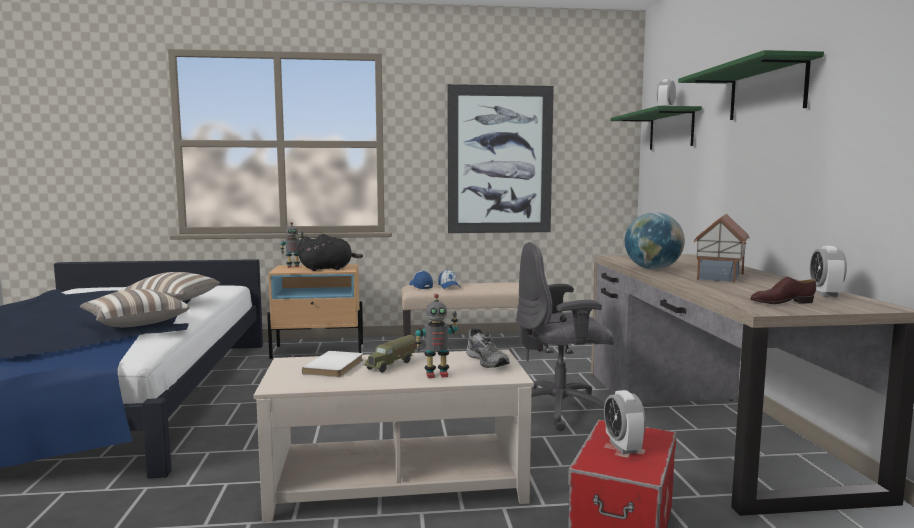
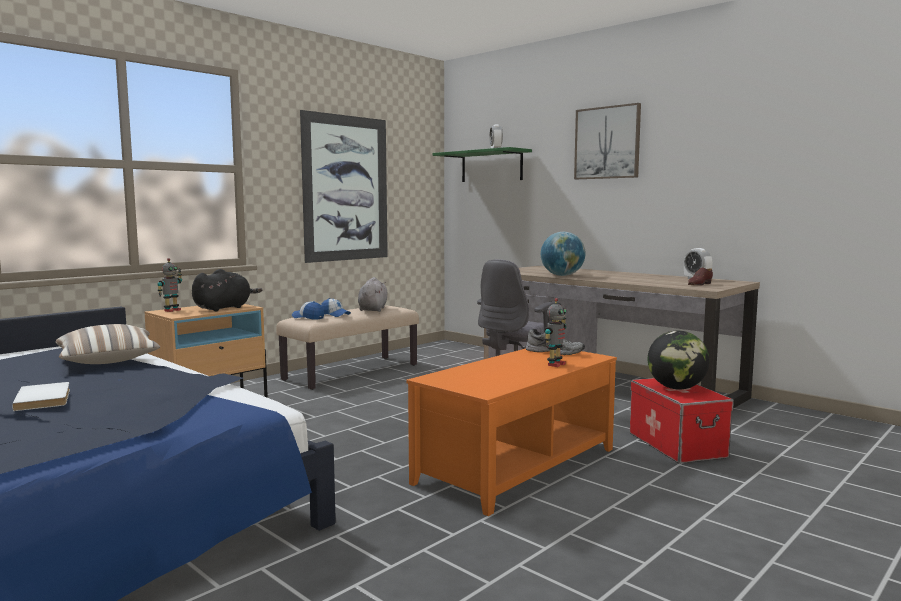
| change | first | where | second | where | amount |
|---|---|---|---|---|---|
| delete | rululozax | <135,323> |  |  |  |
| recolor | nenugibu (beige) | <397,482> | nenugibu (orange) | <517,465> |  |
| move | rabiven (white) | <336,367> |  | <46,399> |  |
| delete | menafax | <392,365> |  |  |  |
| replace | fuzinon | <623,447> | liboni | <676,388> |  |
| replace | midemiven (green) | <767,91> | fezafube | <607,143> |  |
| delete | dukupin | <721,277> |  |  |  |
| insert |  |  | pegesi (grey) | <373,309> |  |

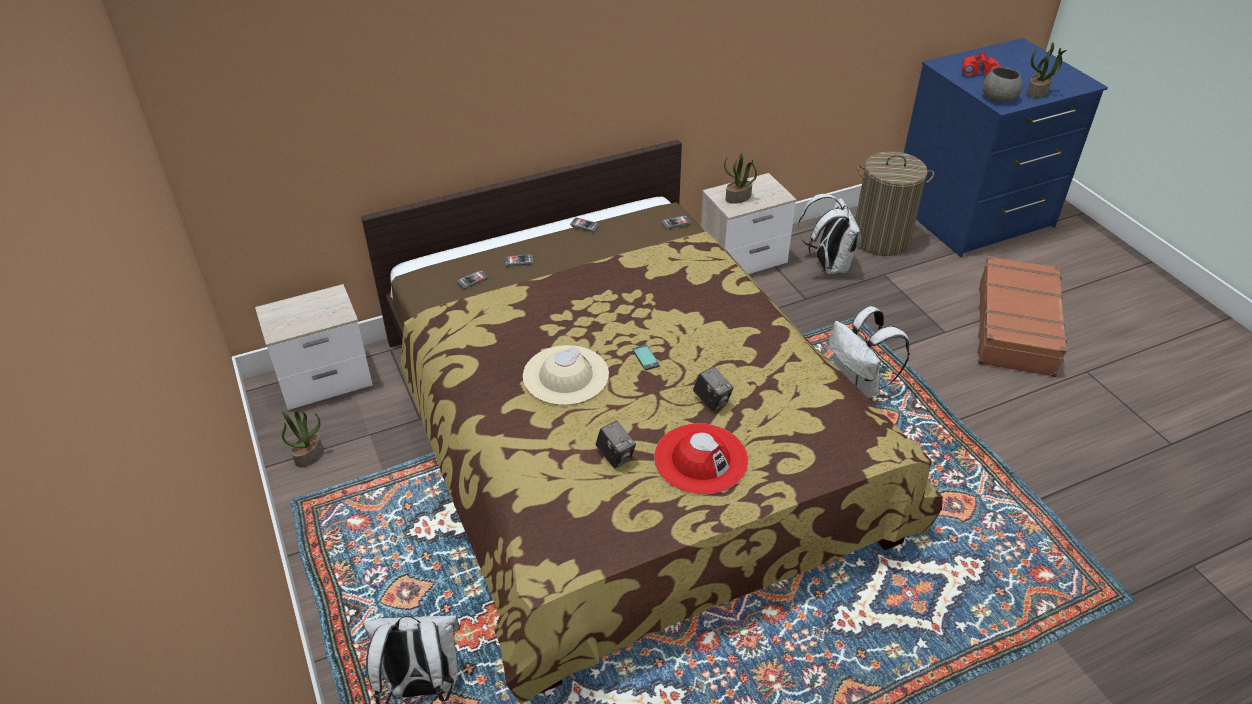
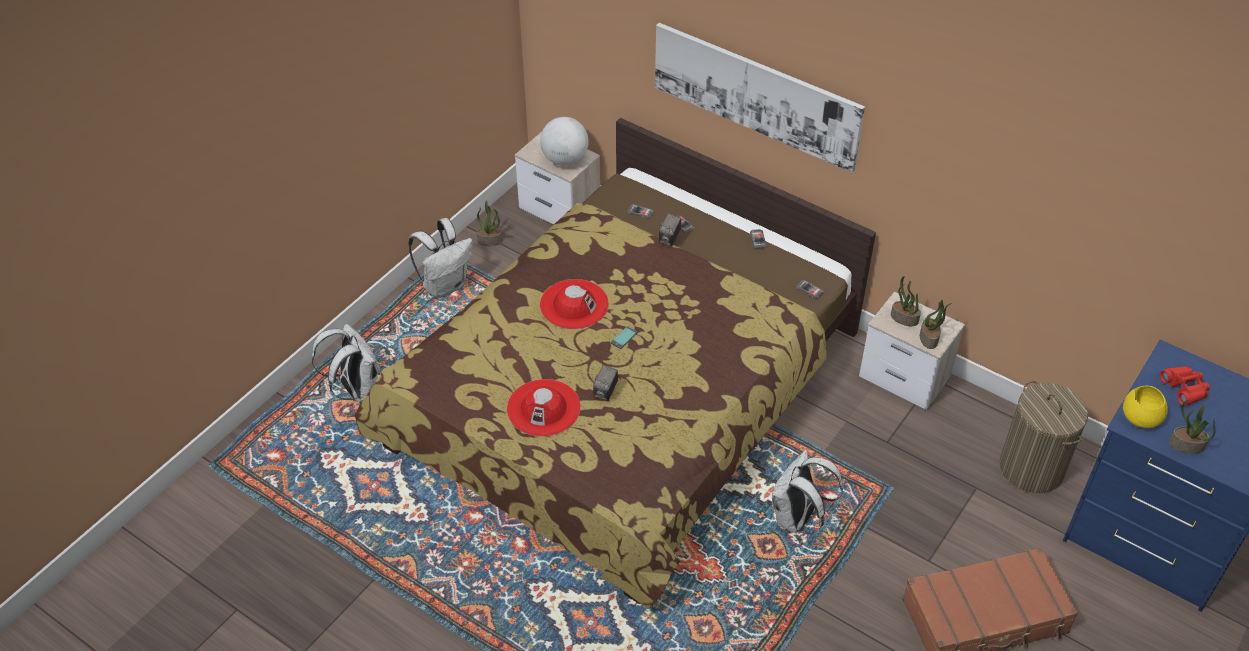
| change | first | where | second | where | amount |
|---|---|---|---|---|---|
| recolor | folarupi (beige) | <565,375> | folarupi (red) | <574,304> |  |
| move | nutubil | <615,456> |  | <669,239> |  |
| move | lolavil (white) | <828,265> |  | <445,285> |  |
| recolor | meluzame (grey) | <998,97> | meluzame (yellow) | <1140,416> |  |
| insert |  |  | liboni | <564,159> |  |
| insert |  |  | fezafube | <755,95> |  |
| insert |  |  | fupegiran | <929,338> |  |

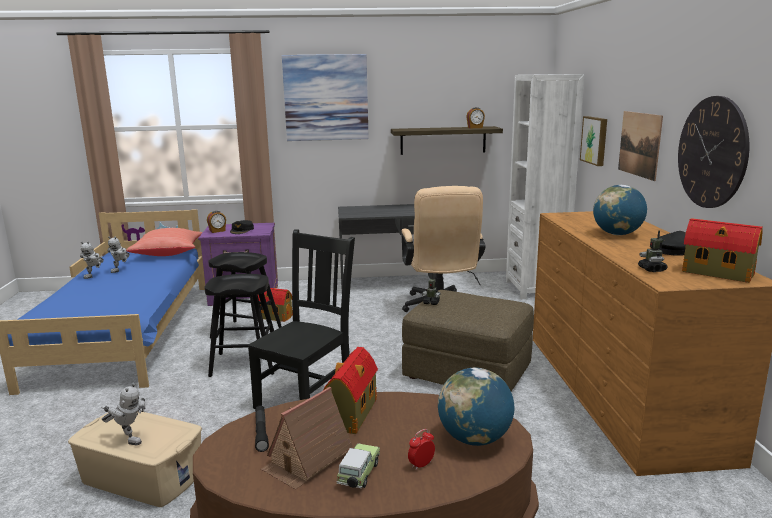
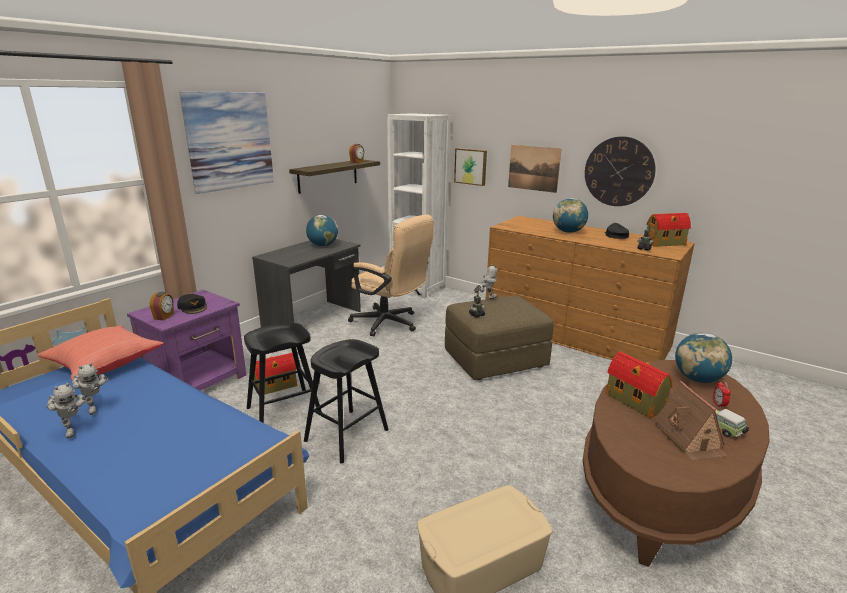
| change | first | where | second | where | amount |
|---|---|---|---|---|---|
| move | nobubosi | <128,439> |  | <486,298> |  |
| delete | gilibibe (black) | <307,397> |  |  |  |
| delete | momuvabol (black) | <261,432> |  |  |  |
| insert |  |  | liboni | <323,245> |  |

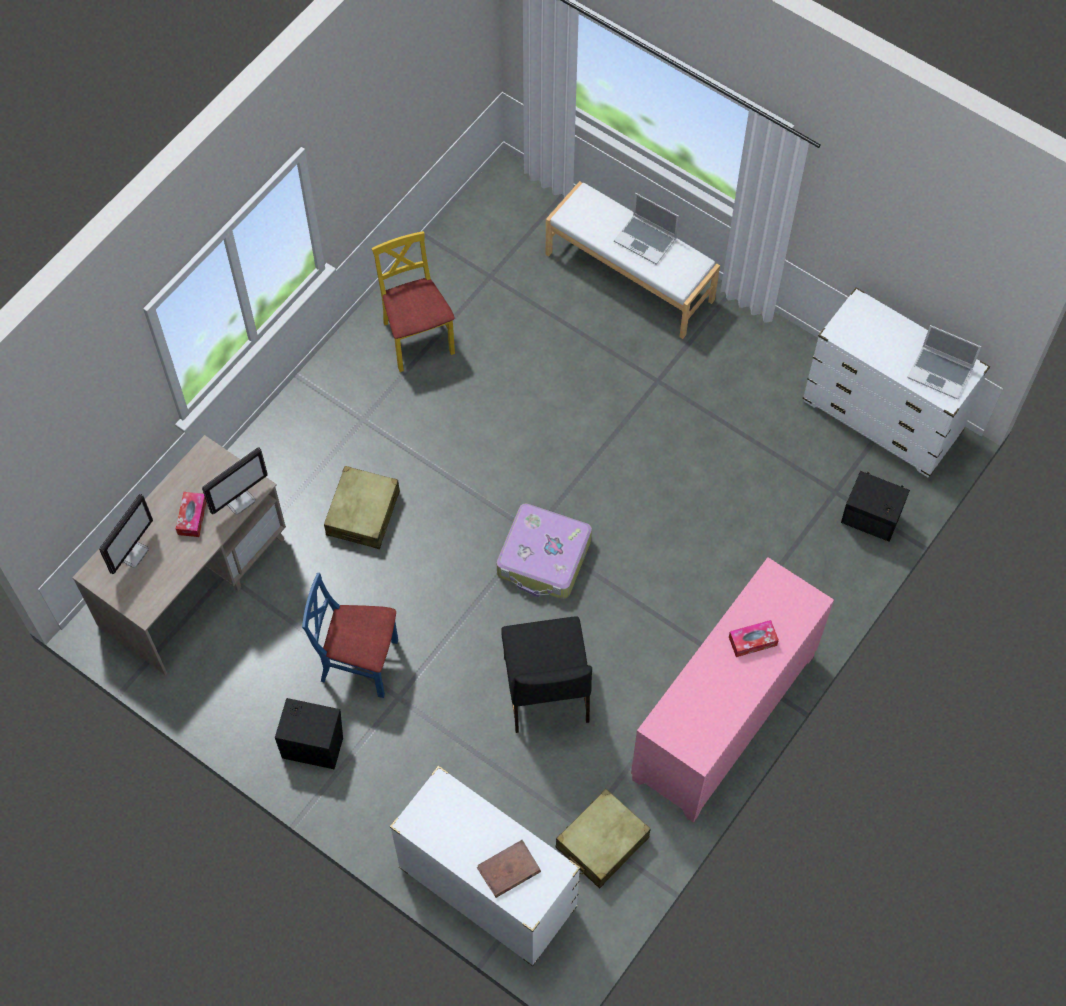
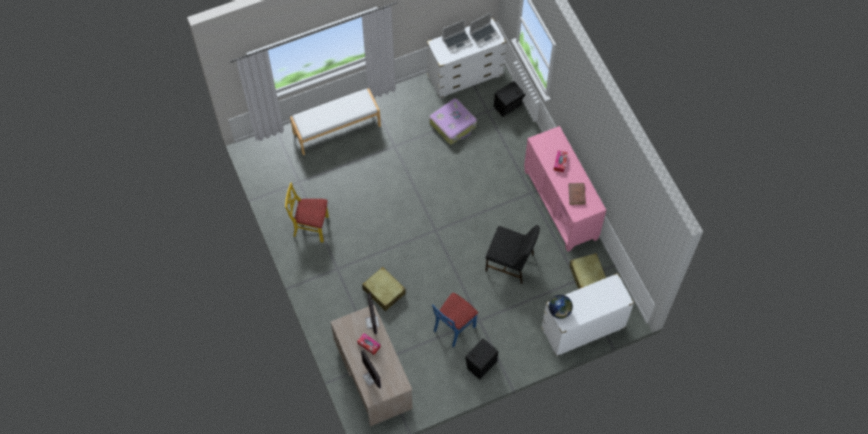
| change | first | where | second | where | amount |
|---|---|---|---|---|---|
| move | rabiven (brown) | <508,870> |  | <576,194> |  |
| move | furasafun | <544,558> |  | <453,125> |  |
| move | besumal | <646,240> |  | <457,41> |  |
| insert |  |  | liboni | <559,311> |  |

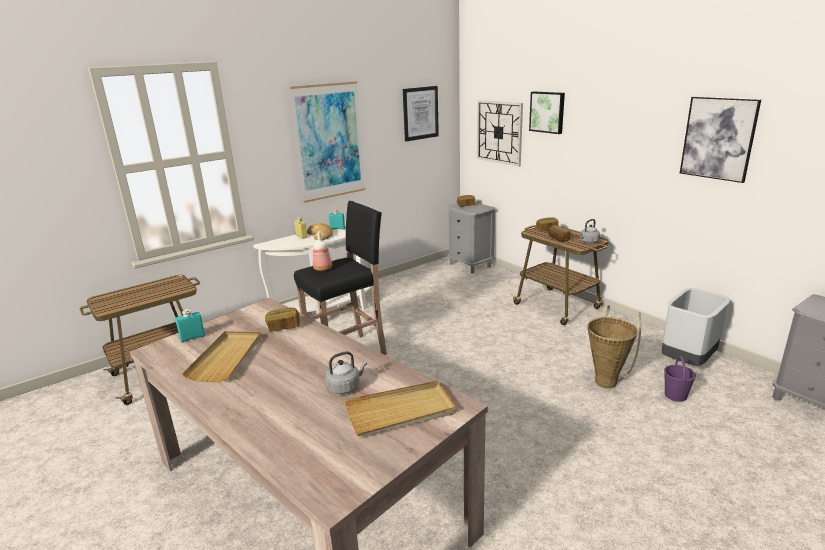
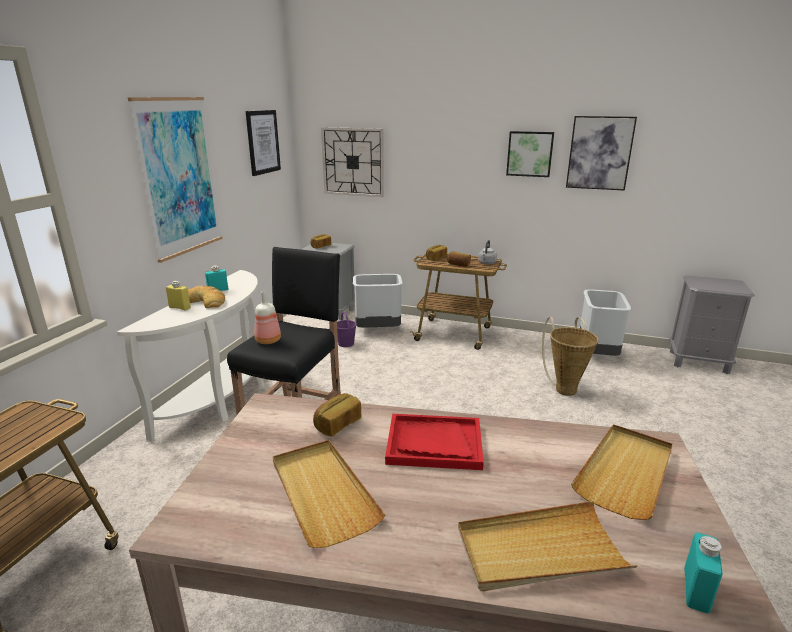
| change | first | where | second | where | amount |
|---|---|---|---|---|---|
| move | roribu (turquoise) | <192,338> |  | <696,590> |  |
| delete | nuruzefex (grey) | <345,387> |  |  |  |
| move | fezafube | <547,112> |  | <530,154> |  |
| move | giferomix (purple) | <675,396> |  | <346,344> |  |
| insert |  |  | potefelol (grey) | <378,330> |  |
| insert |  |  | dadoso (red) | <434,444> |  |
| insert |  |  | dadoso (beige) | <540,550> |  |

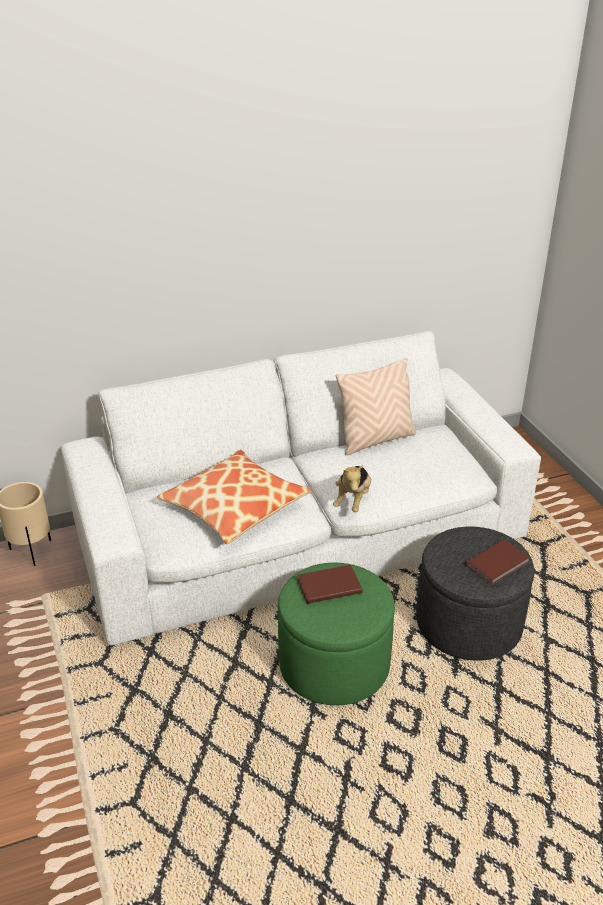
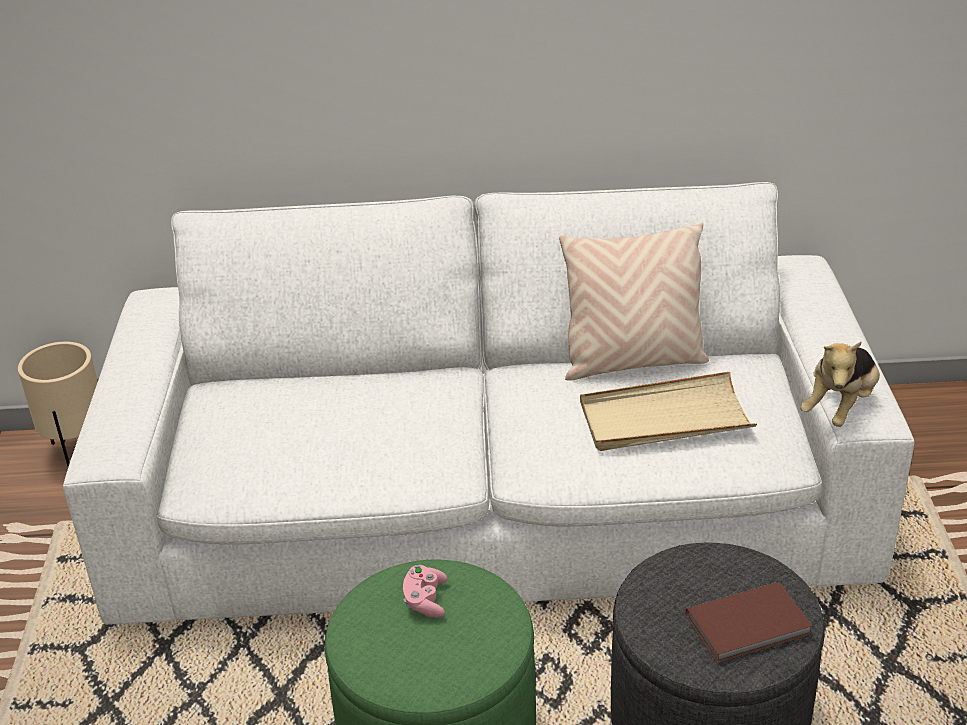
| change | first | where | second | where | amount |
|---|---|---|---|---|---|
| delete | rululozax | <235,507> |  |  |  |
| replace | rabiven (brown) | <328,585> | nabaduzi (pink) | <425,600> |  |
| move | pegesi | <353,500> |  | <840,407> |  |
| insert |  |  | dadoso (beige) | <664,418> |  |

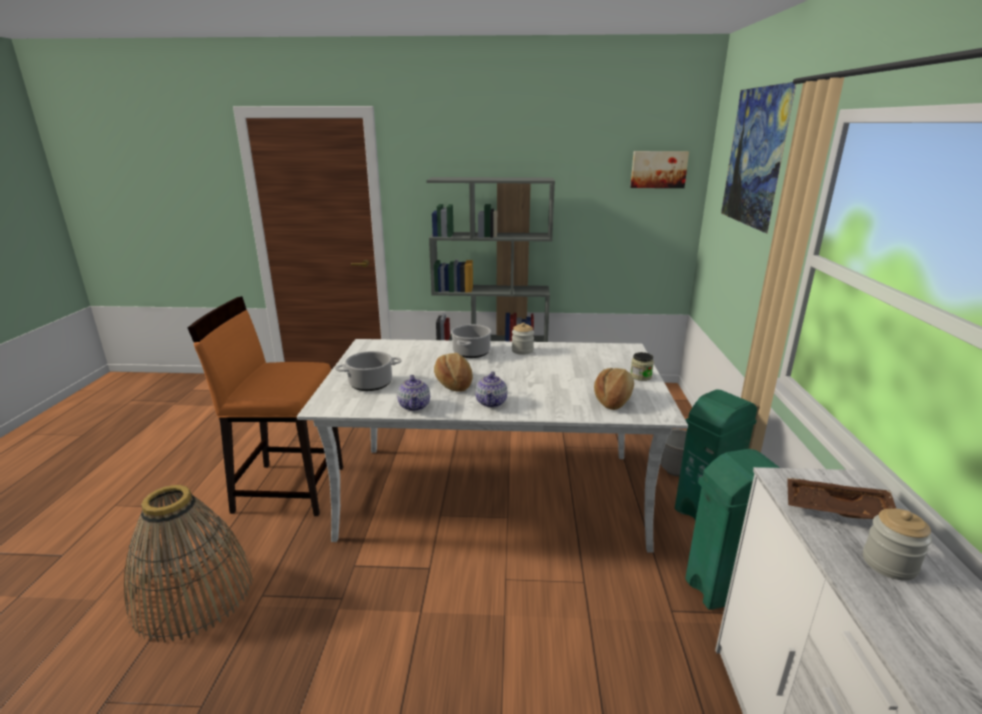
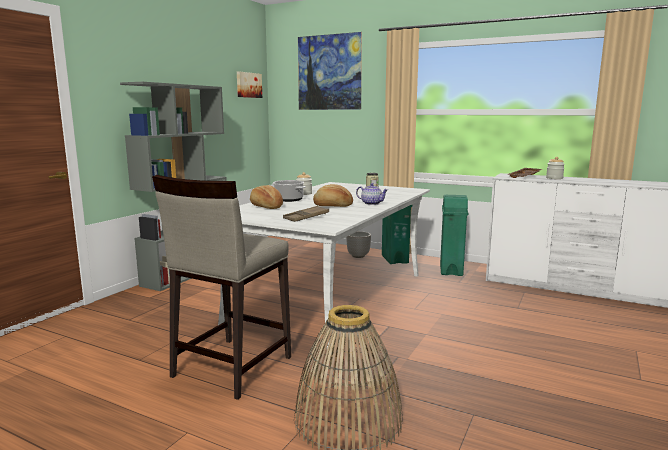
| change | first | where | second | where | amount |
|---|---|---|---|---|---|
| recolor | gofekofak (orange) | <289,488> | gofekofak (beige) | <231,367> |  |
| replace | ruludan | <370,384> | dadoso (brown) | <306,217> |  |
| delete | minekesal | <414,406> |  |  |  |
| move | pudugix | <614,399> |  | <266,206> |  |

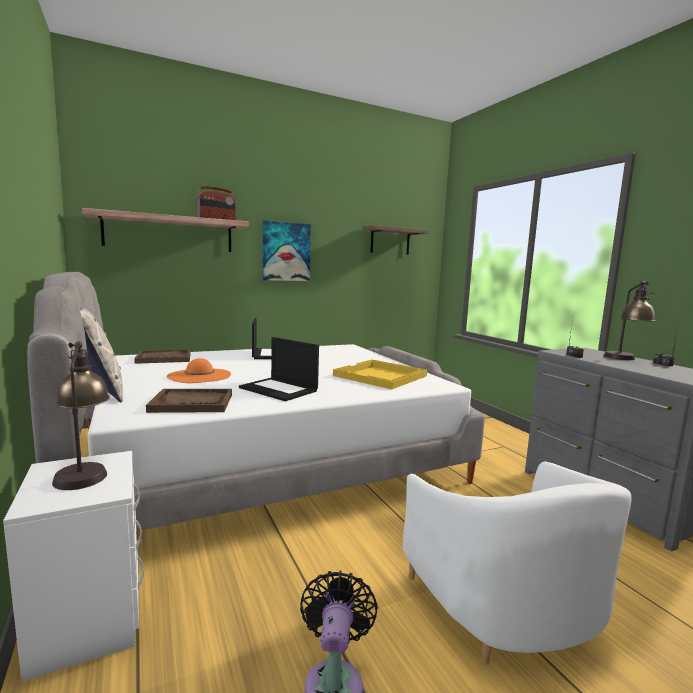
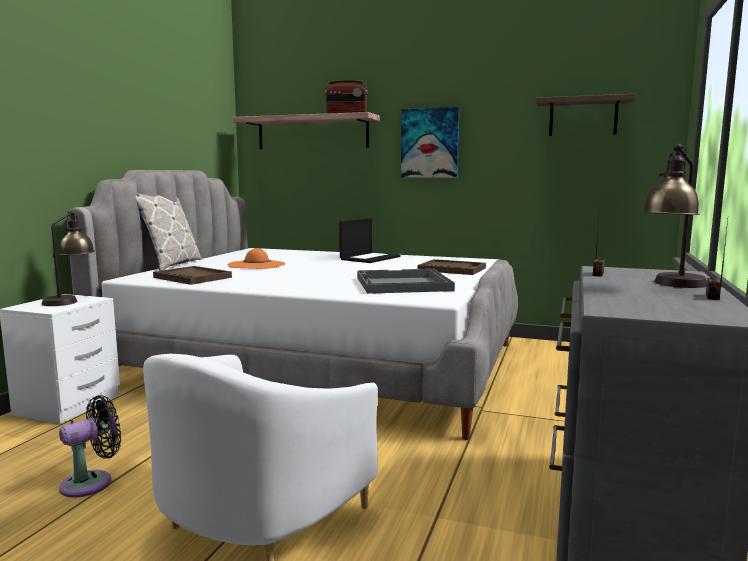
| change | first | where | second | where | amount |
|---|---|---|---|---|---|
| move | dadoso (brown) | <163,358> |  | <451,269> |  |
| delete | besumal | <279,389> |  |  |  |
| recolor | dadoso (yellow) | <380,376> | dadoso (grey) | <402,284> |  |

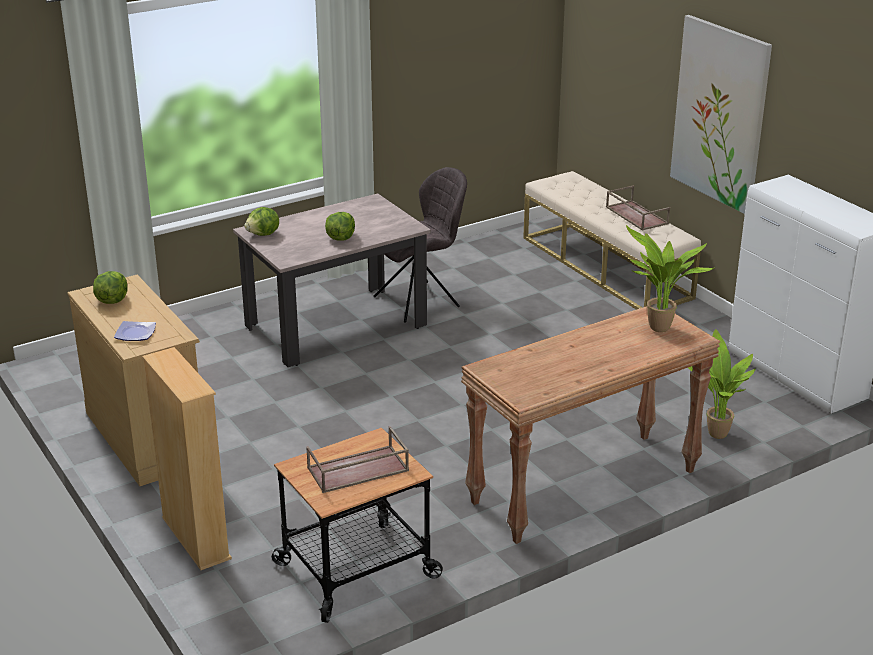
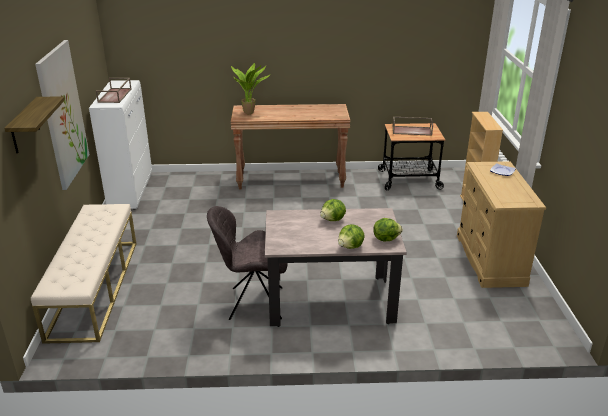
| change | first | where | second | where | amount |
|---|---|---|---|---|---|
| move | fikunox | <112,300> |  | <350,247> |  |
| move | dadoso (brown) | <635,215> |  | <115,95> |  |
| delete | fupegiran | <714,434> |  |  |  |
| insert |  |  | midemiven | <24,126> |  |

